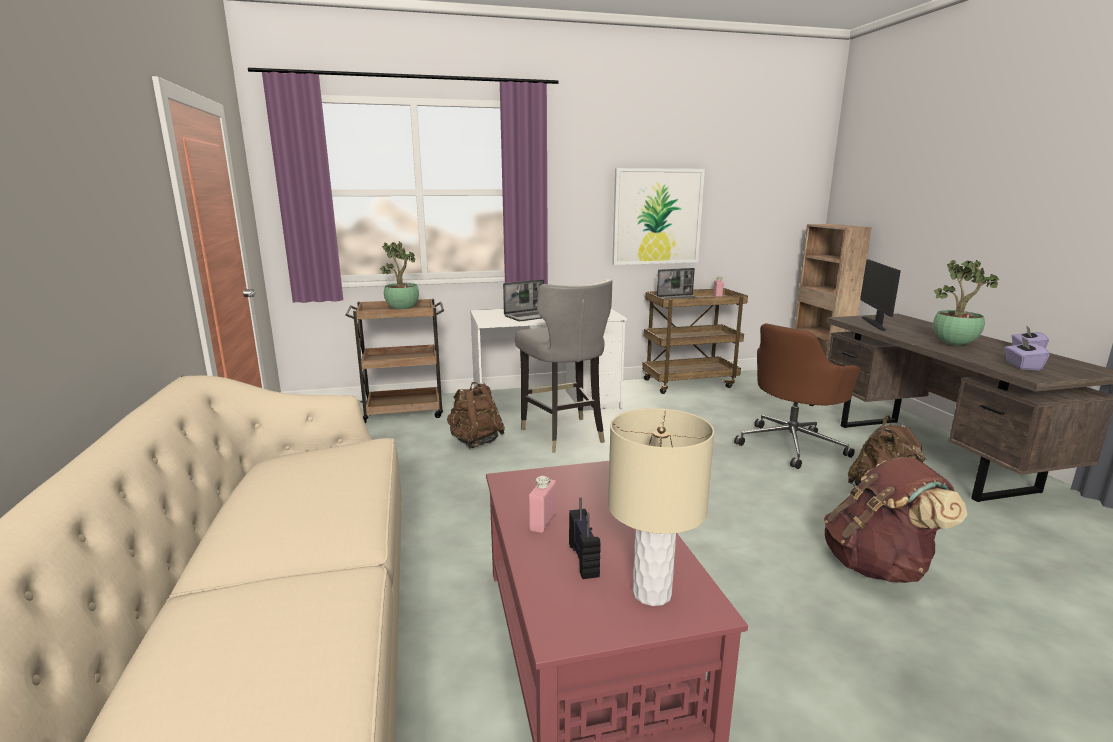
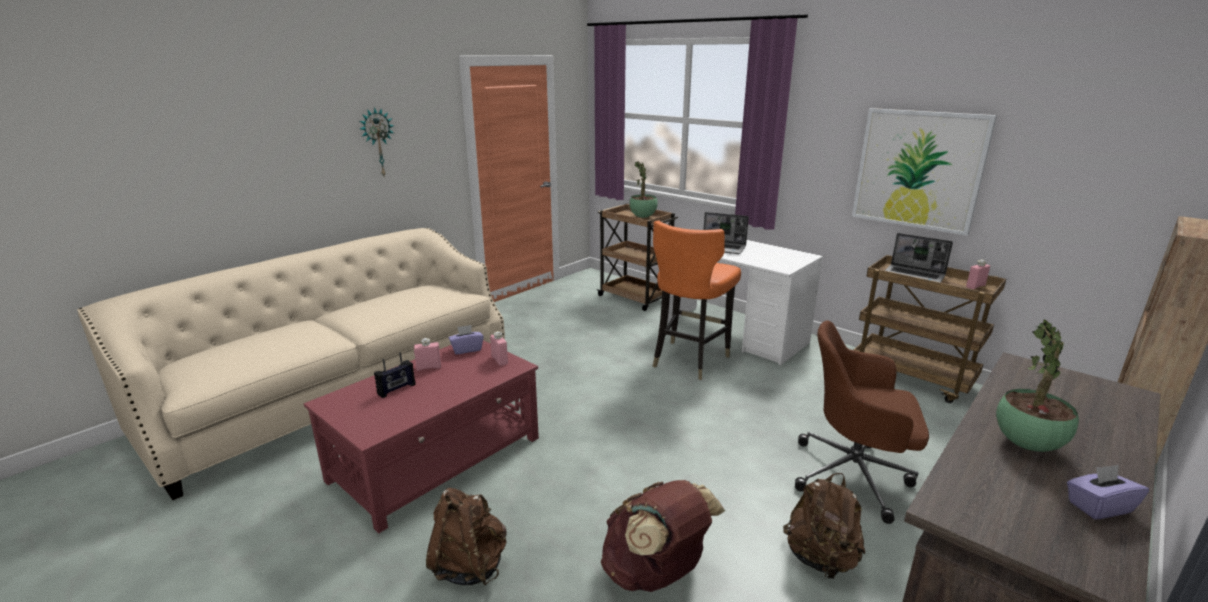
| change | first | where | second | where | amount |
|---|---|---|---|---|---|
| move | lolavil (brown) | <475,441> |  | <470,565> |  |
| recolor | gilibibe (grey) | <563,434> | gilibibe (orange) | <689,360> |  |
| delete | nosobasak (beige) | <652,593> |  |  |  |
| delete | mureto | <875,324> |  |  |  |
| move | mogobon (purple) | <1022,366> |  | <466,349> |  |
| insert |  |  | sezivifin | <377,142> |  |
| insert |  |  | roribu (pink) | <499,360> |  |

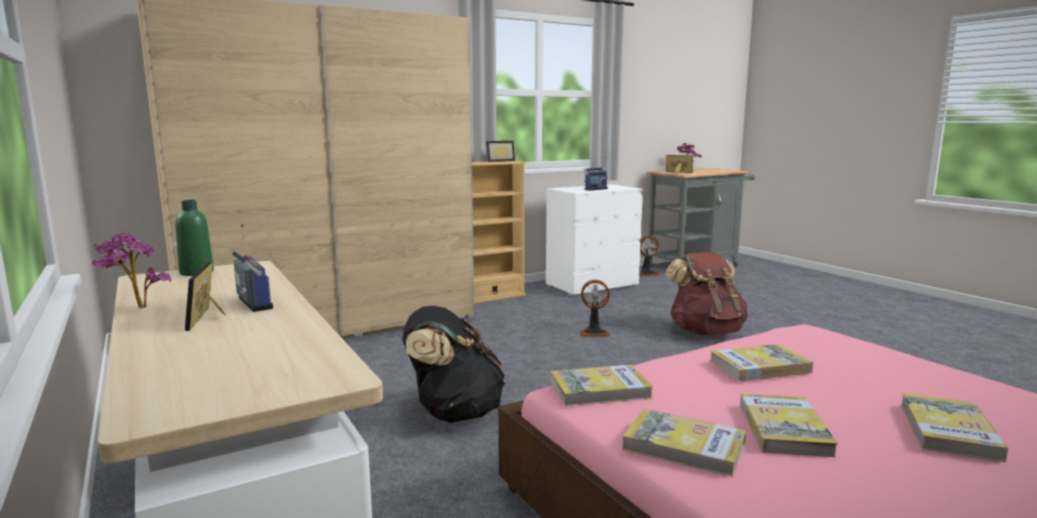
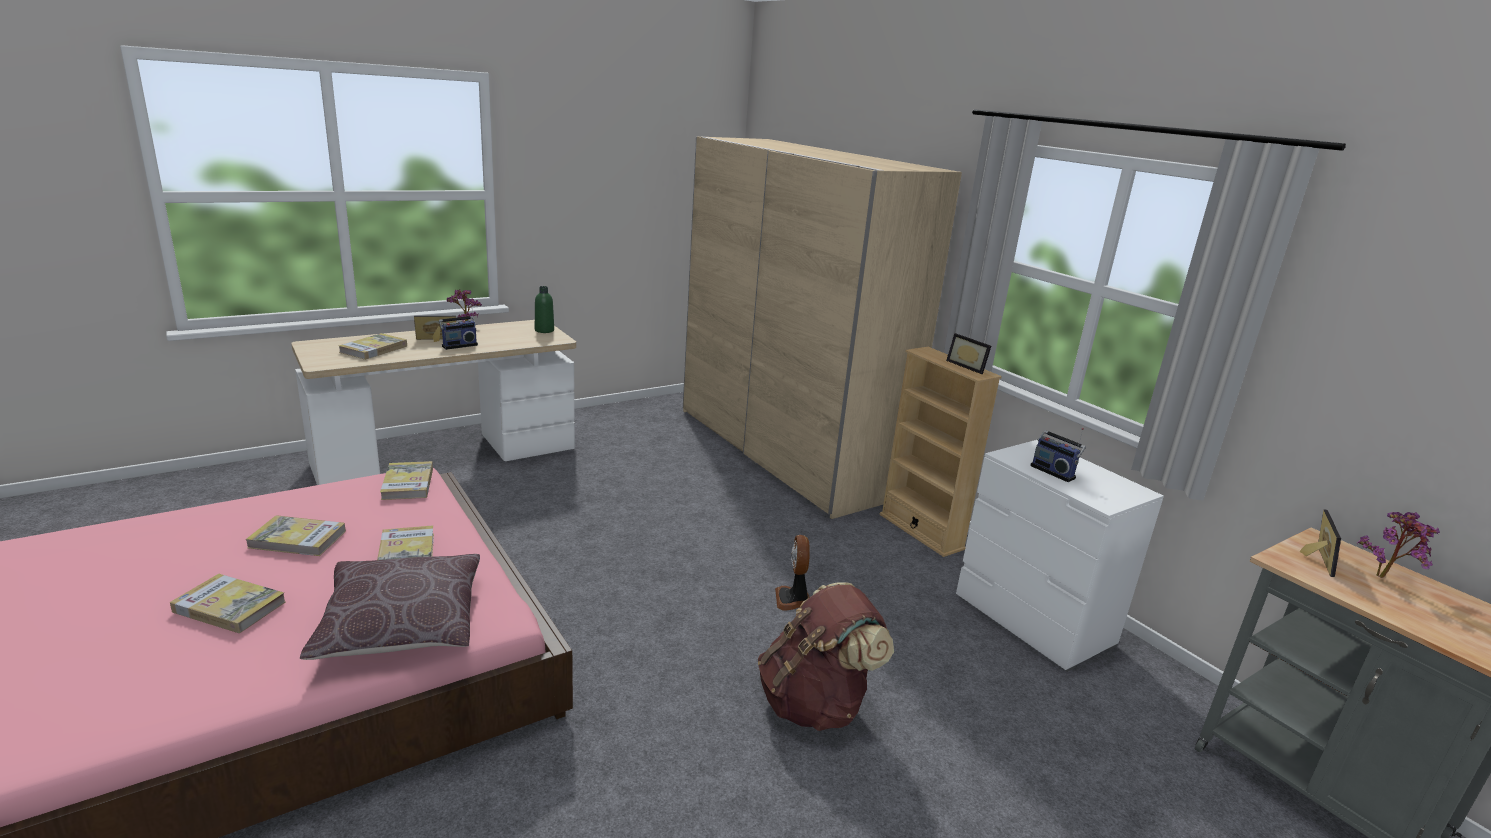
| change | first | where | second | where | amount |
|---|---|---|---|---|---|
| delete | lolavil (black) | <453,413> |  |  |  |
| move | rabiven | <684,446> |  | <374,349> |  |
| delete | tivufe | <647,274> |  |  |  |
| insert |  |  | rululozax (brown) | <401,624> |  |

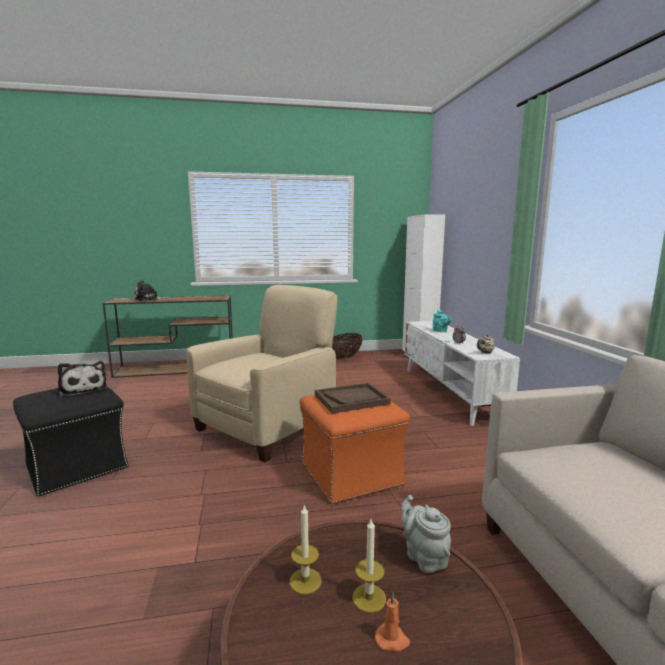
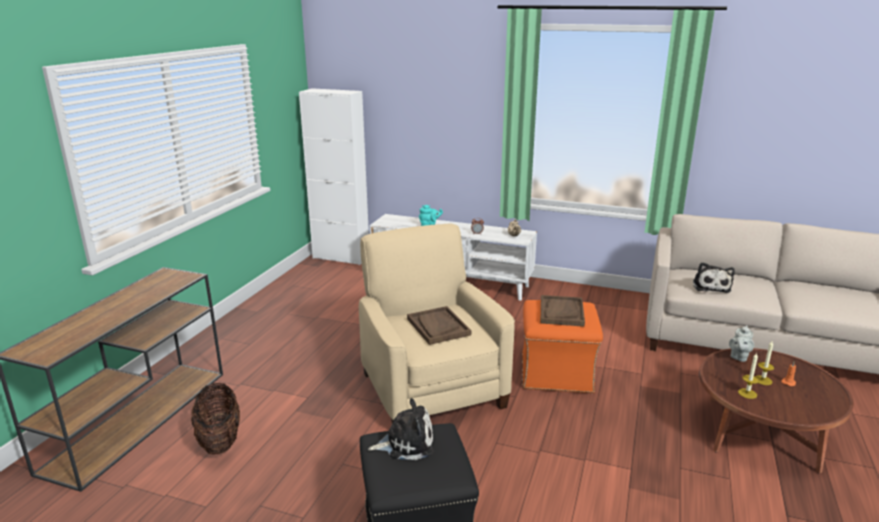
| change | first | where | second | where | amount |
|---|---|---|---|---|---|
| move | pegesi | <148,299> |  | <711,286> |  |
| move | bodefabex | <345,357> |  | <220,440> |  |
| rotate | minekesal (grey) | <424,557> |  | <738,357> | 60 degrees counterclockwise |
| insert |  |  | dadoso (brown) | <438,327> |  |

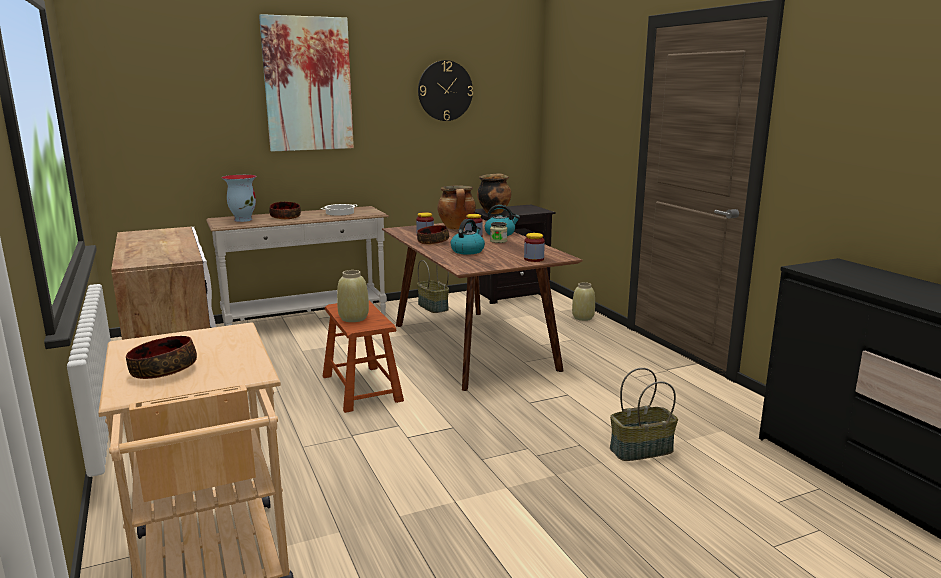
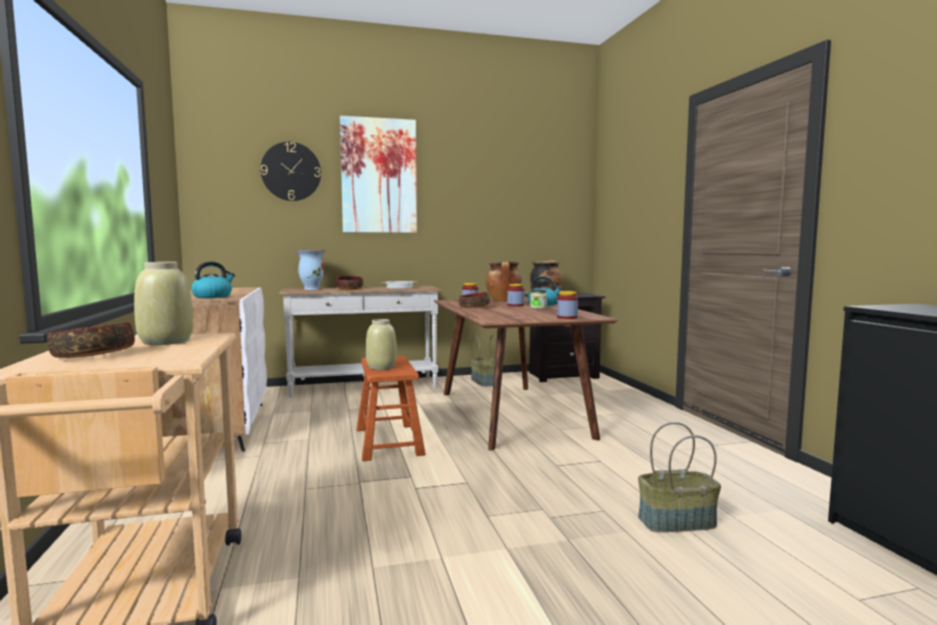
| change | first | where | second | where | amount |
|---|---|---|---|---|---|
| move | sezivifin | <445,91> |  | <291,171> |  |
| move | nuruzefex | <467,251> |  | <213,296> |  |
| move | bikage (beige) | <583,318> |  | <166,342> |  |

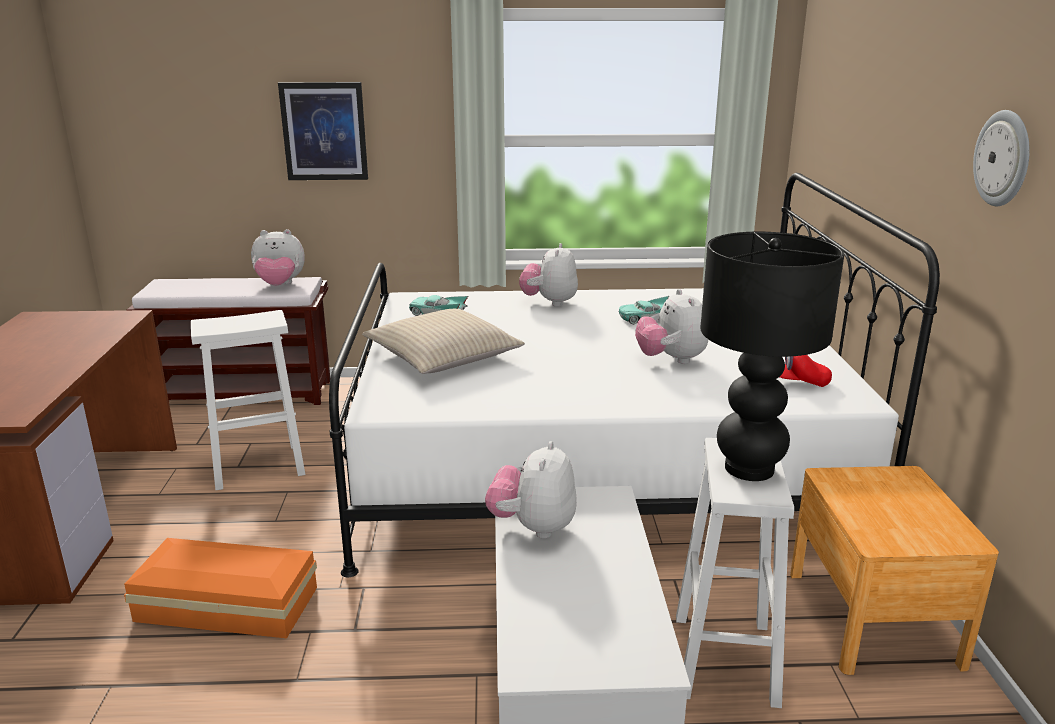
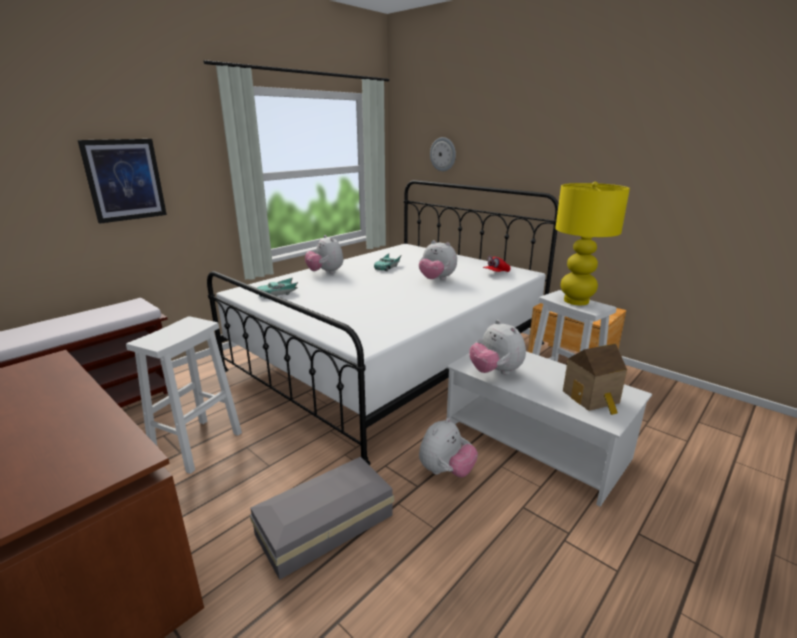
| change | first | where | second | where | amount |
|---|---|---|---|---|---|
| recolor | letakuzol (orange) | <225,602> | letakuzol (grey) | <322,524> |  |
| move | pegesi | <280,285> |  | <446,471> |  |
| delete | rululozax (beige) | <443,356> |  |  |  |
| recolor | nosobasak (black) | <748,468> | nosobasak (yellow) | <576,301> |  |
| move | sezivifin | <1003,158> |  | <443,154> |  |
| insert |  |  | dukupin | <592,398> |  |

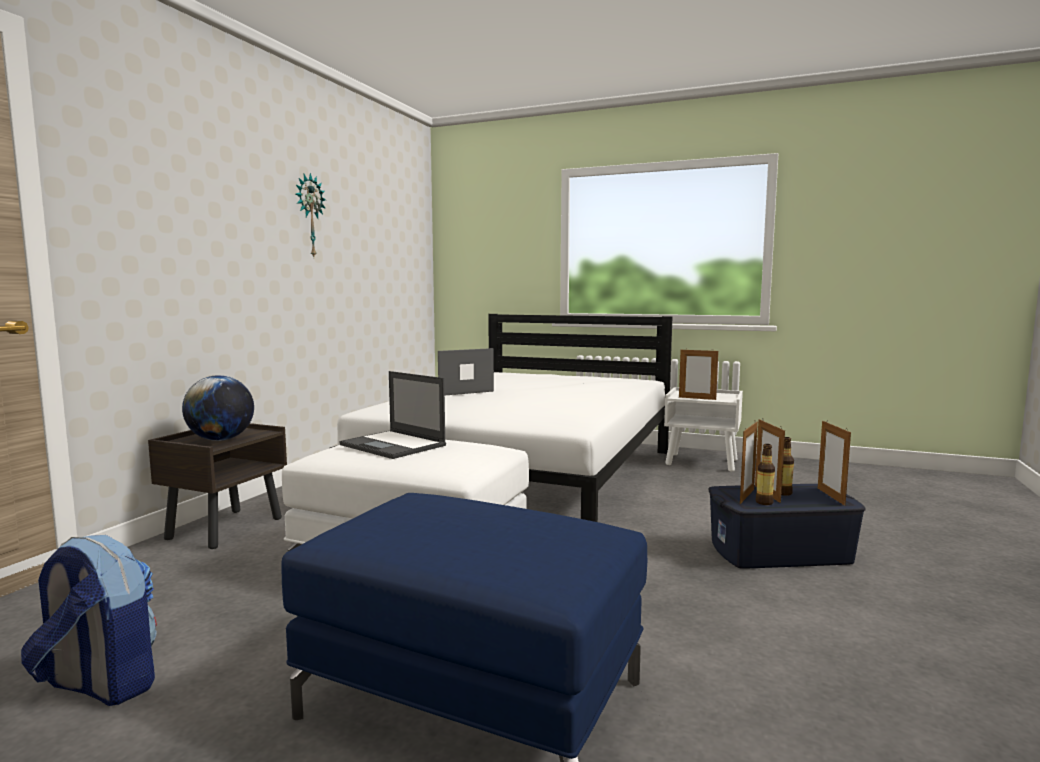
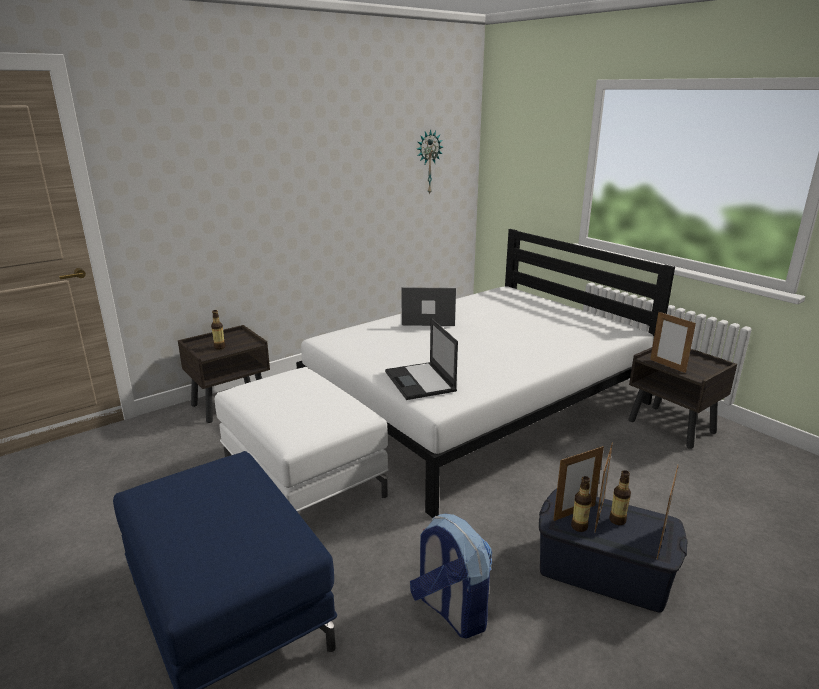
| change | first | where | second | where | amount |
|---|---|---|---|---|---|
| move | lolavil | <100,685> |  | <450,610> |  |
| replace | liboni | <221,439> | roribu | <219,347> |  |
| move | sezivifin | <309,216> |  | <428,162> |  |
| move | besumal | <394,445> |  | <420,381> |  |
| recolor | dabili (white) | <702,462> | dabili (brown) | <672,427> |  |

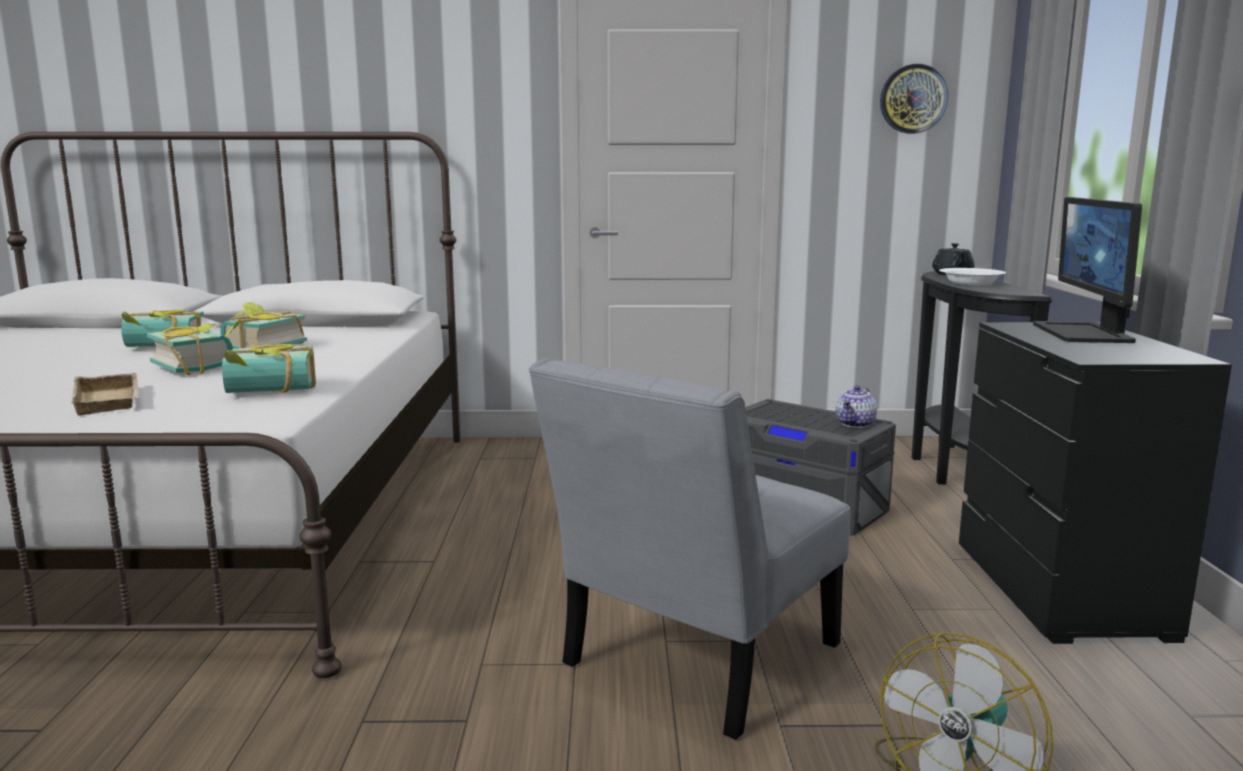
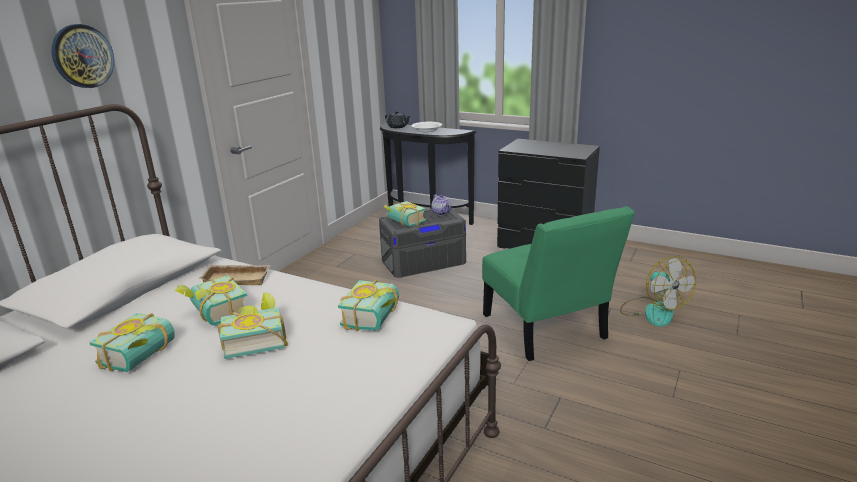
| change | first | where | second | where | amount |
|---|---|---|---|---|---|
| move | dadoso (beige) | <111,401> |  | <238,278> |  |
| recolor | gilibibe (grey) | <693,661> | gilibibe (green) | <546,330> |  |
| move | sezivifin | <913,99> |  | <82,56> |  |
| delete | mureto | <1084,333> |  |  |  |
| insert |  |  | rabiven | <403,223> |  |

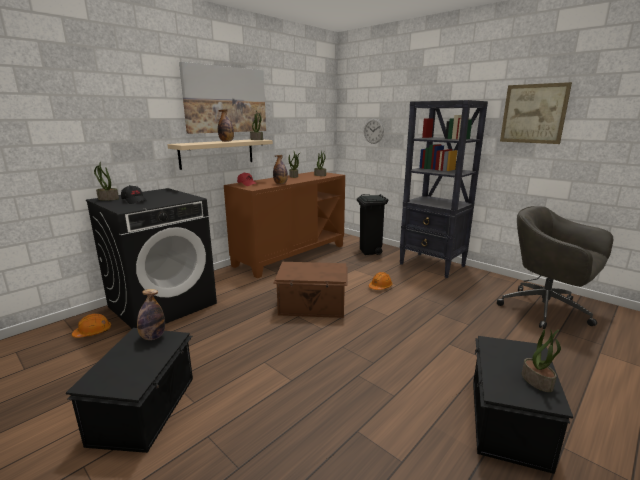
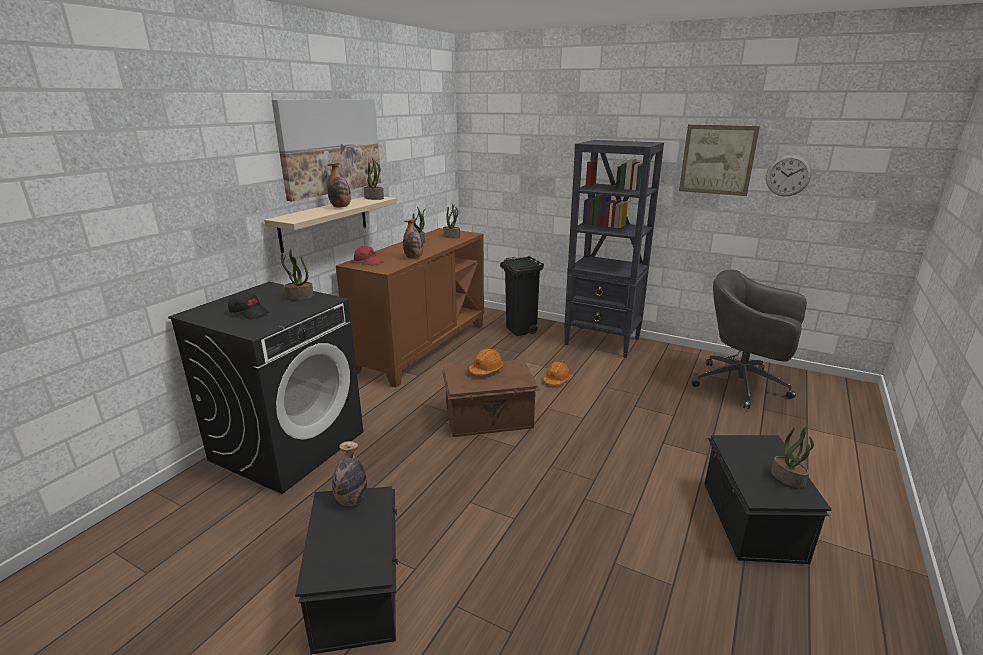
| change | first | where | second | where | amount |
|---|---|---|---|---|---|
| move | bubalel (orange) | <93,332> |  | <486,370> |  |
| move | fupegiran | <108,199> |  | <299,297> |  |
| move | sezivifin | <373,131> |  | <788,175> |  |

